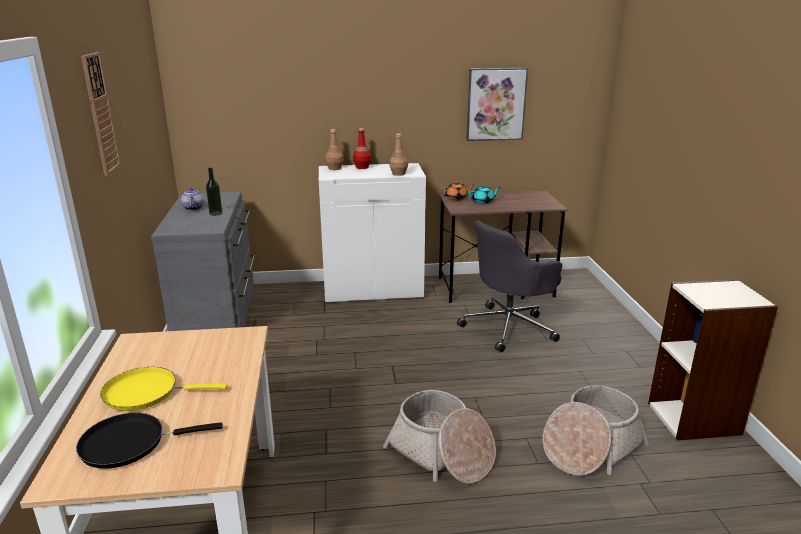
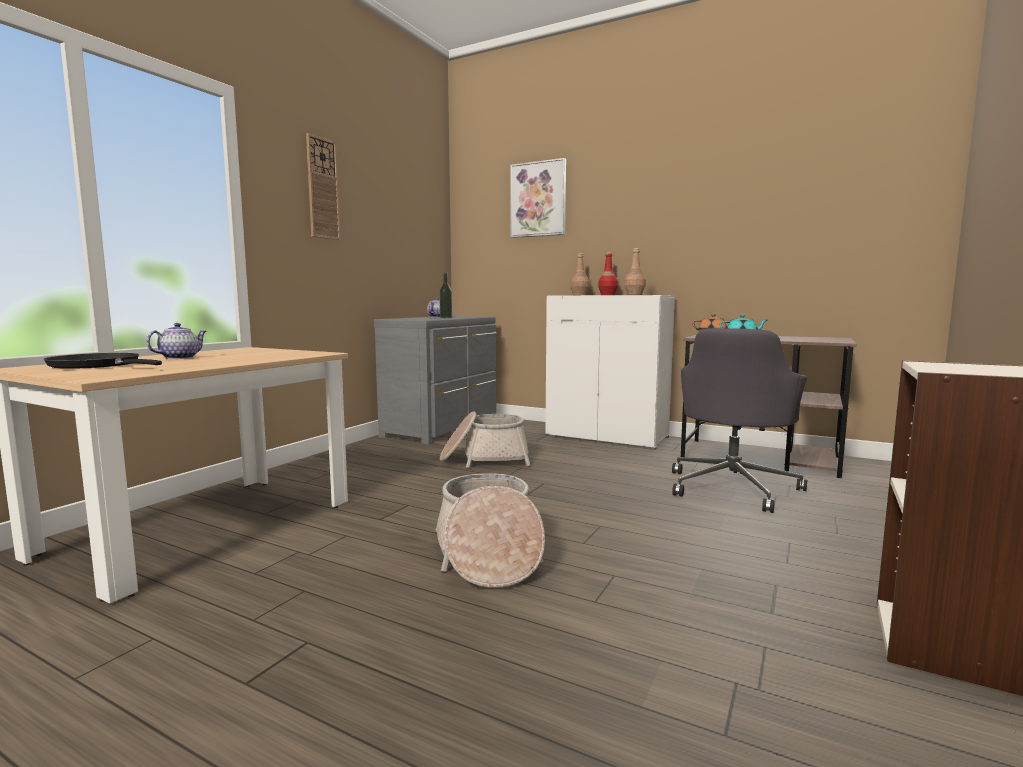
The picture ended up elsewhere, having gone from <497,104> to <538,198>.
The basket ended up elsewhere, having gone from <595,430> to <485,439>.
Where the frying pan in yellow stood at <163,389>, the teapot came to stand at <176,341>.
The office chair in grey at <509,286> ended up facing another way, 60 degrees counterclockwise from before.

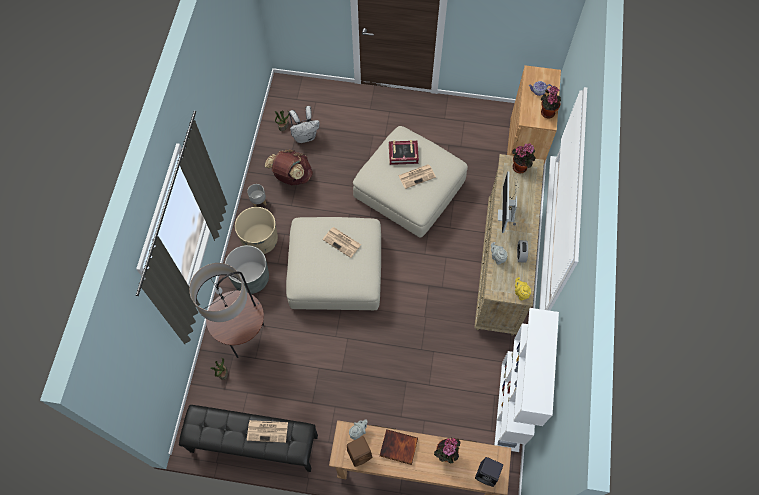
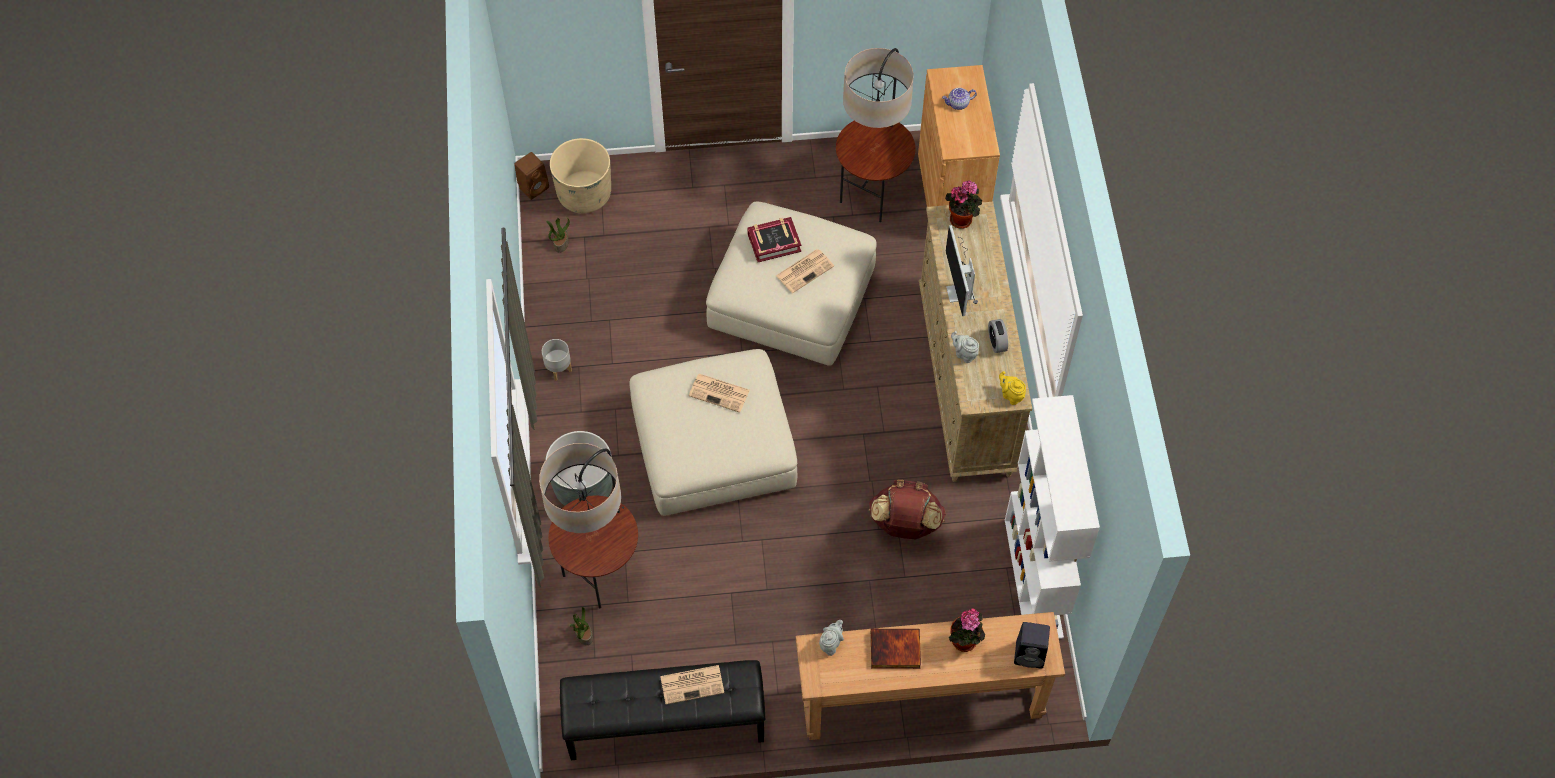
The second view lost the backpack in white at <304,124>.
The second view lost the potted plant at <551,102>.
The second view gained the floor lamp at <876,135>.
The planter in beige ended up elsewhere, having gone from <256,230> to <580,175>.
The backpack in brown ended up elsewhere, having gone from <289,167> to <907,509>.
The speaker in brown ended up elsewhere, having gone from <359,451> to <531,176>.

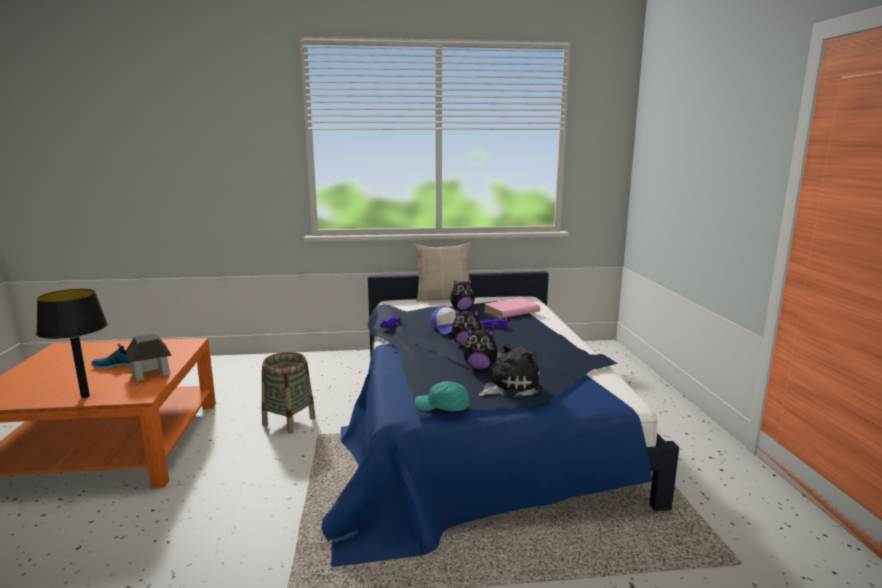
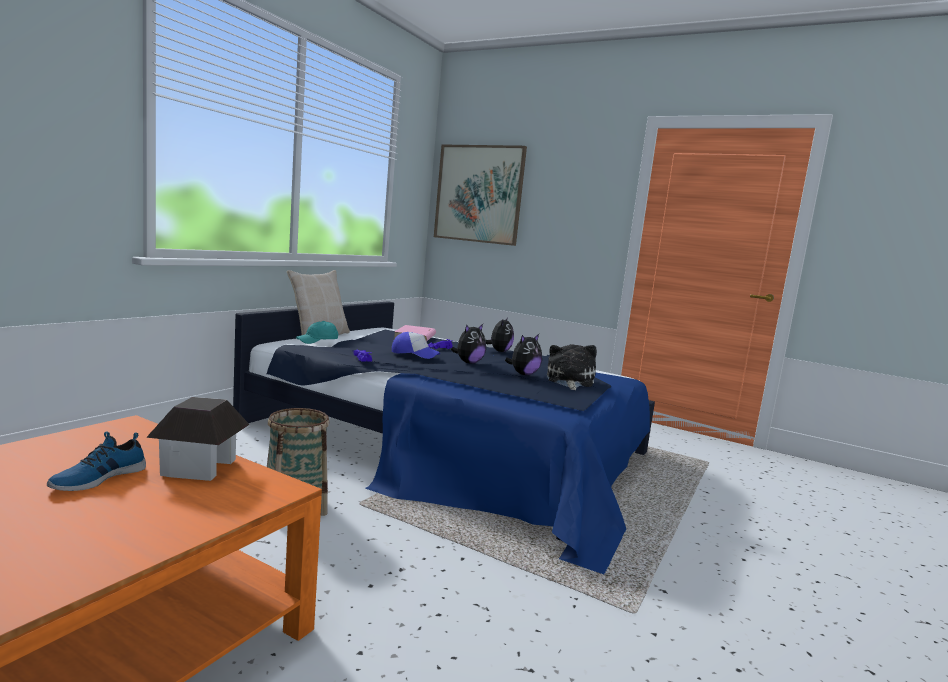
The second view lost the table lamp in black at <72,343>.
The second view gained the picture at <480,195>.
The cap in turquoise ended up elsewhere, having gone from <442,396> to <317,332>.
The plush toy ended up elsewhere, having gone from <462,294> to <499,334>.

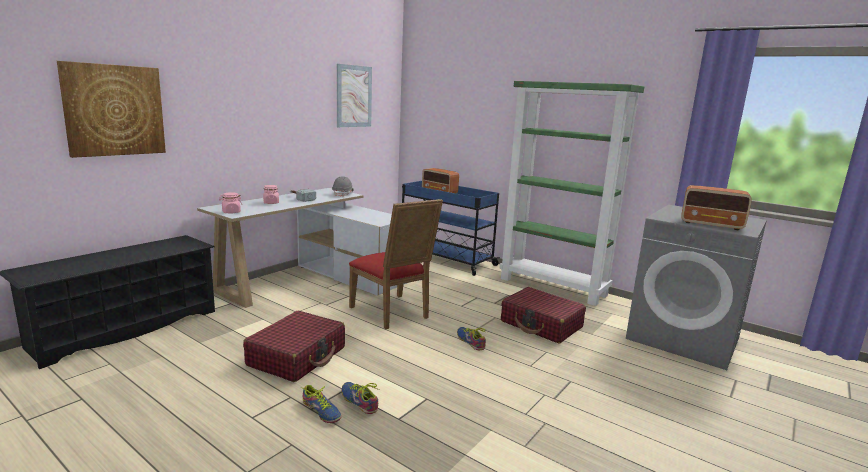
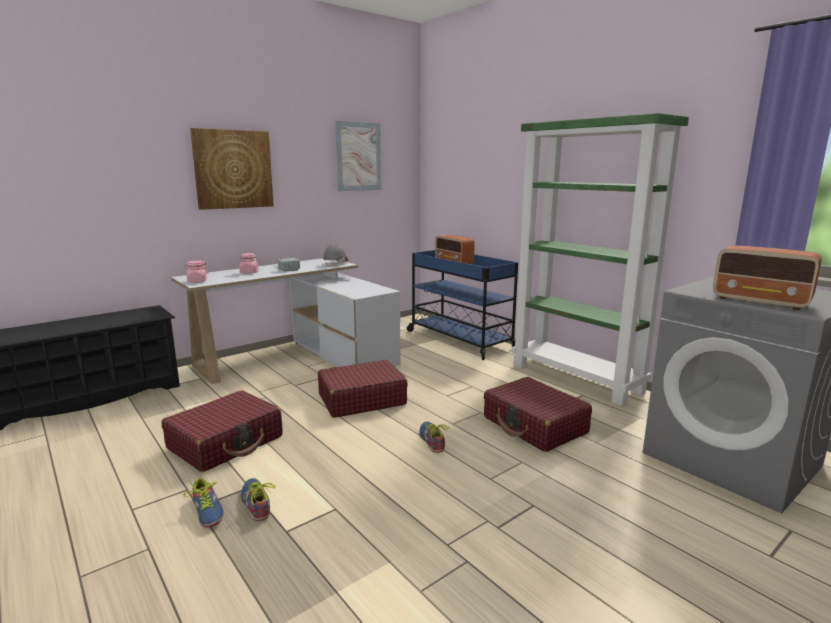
The picture ended up elsewhere, having gone from <111,109> to <232,169>.
Where the chair in red stood at <396,264>, the suitcase in red came to stand at <363,389>.

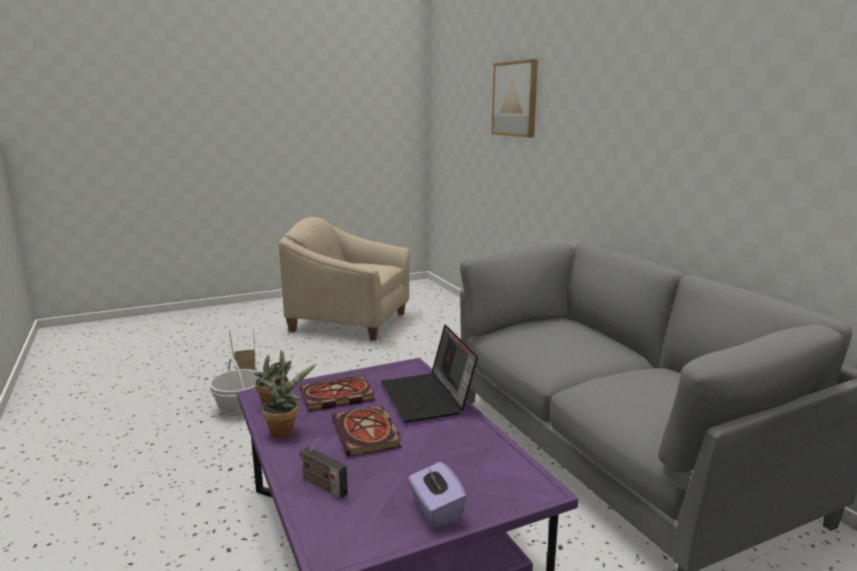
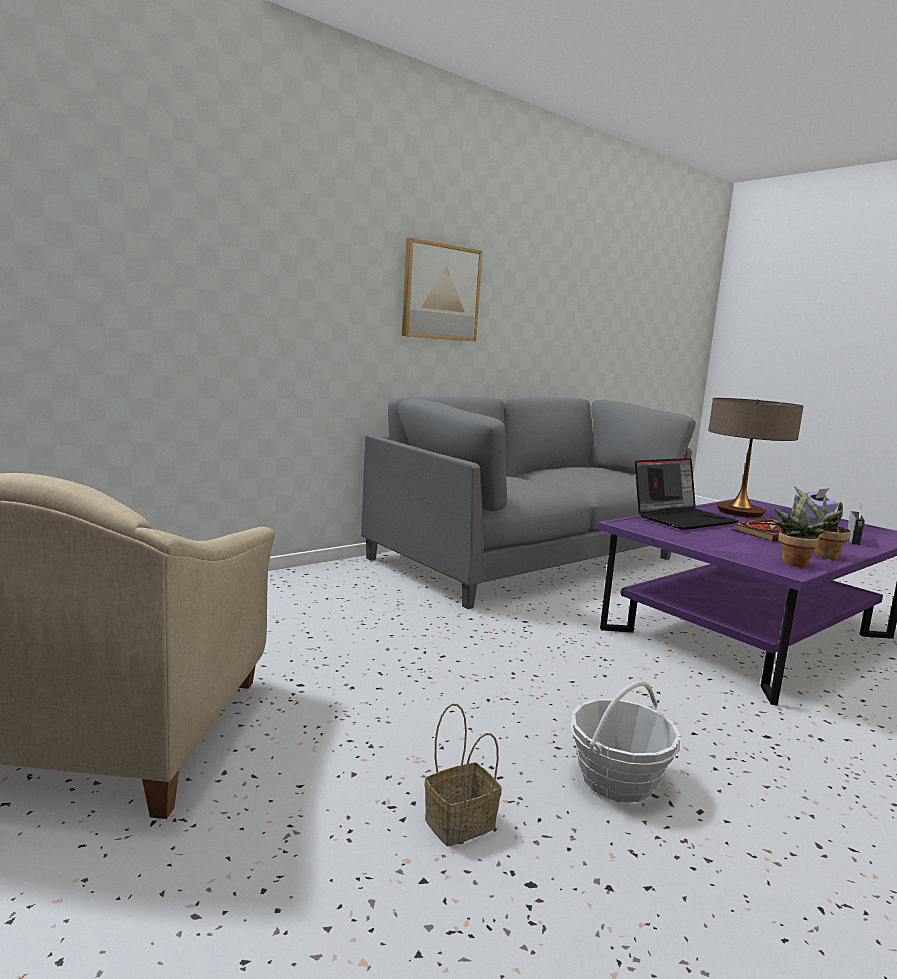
The second view lost the book at <337,393>.
The second view gained the table lamp at <756,458>.
The picture ended up elsewhere, having gone from <515,98> to <442,289>.

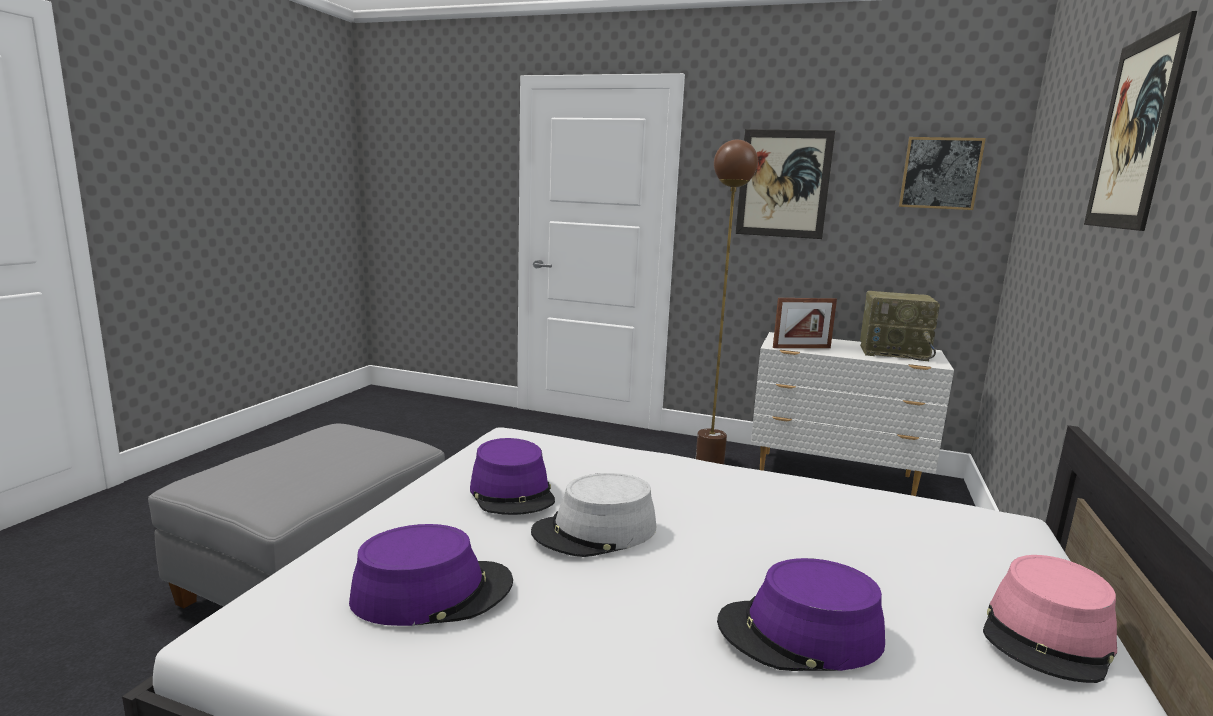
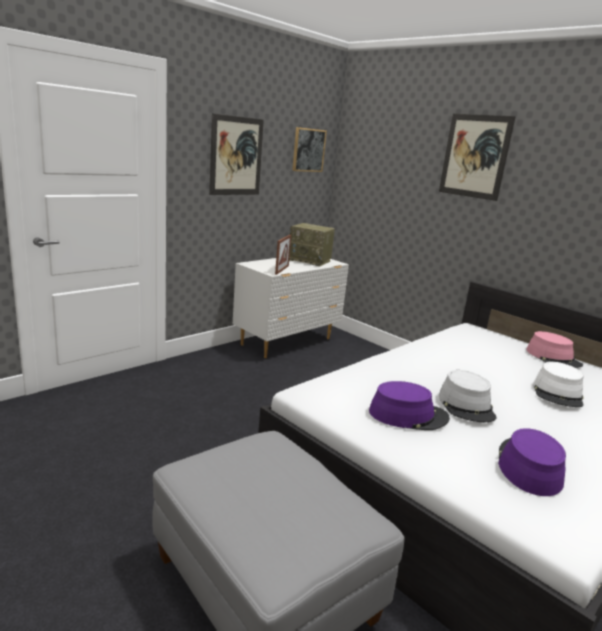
The second view lost the floor lamp in brown at <727,302>.
What was the hat in purple at <801,614> turned into the hat in white at <558,384>.
The radio at <900,326> ended up facing another way, 75 degrees clockwise from before.

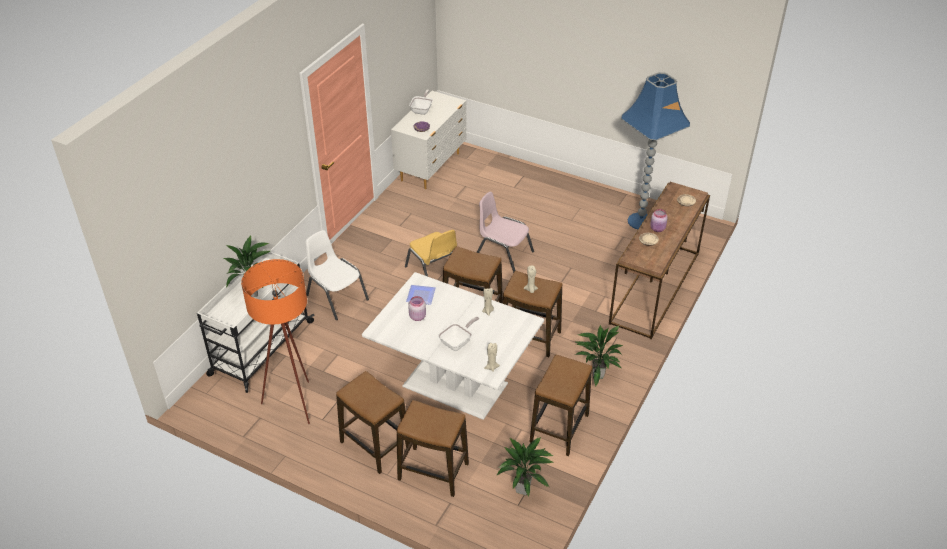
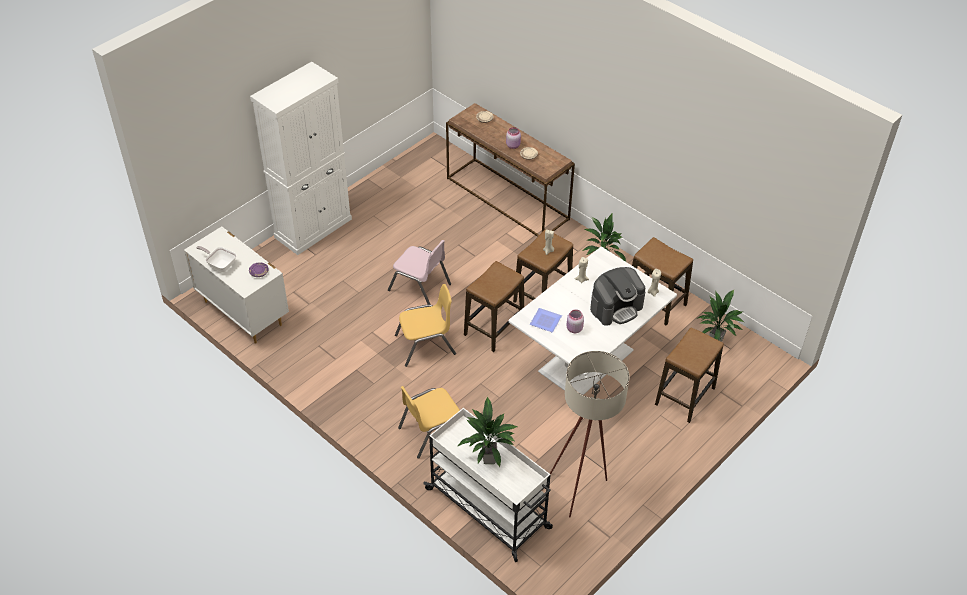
The second view lost the stool at <373,422>.
The second view lost the floor lamp in blue at <655,150>.
The second view gained the cabinet in white at <301,158>.
Where the frying pan stood at <458,334>, the coffee machine came to stand at <617,296>.
What was the floor lamp in orange at <275,341> turned into the floor lamp in beige at <590,434>.
What was the chair in white at <337,275> turned into the chair in yellow at <429,422>.
The chair in pink at <505,232> ended up facing another way, 105 degrees counterclockwise from before.

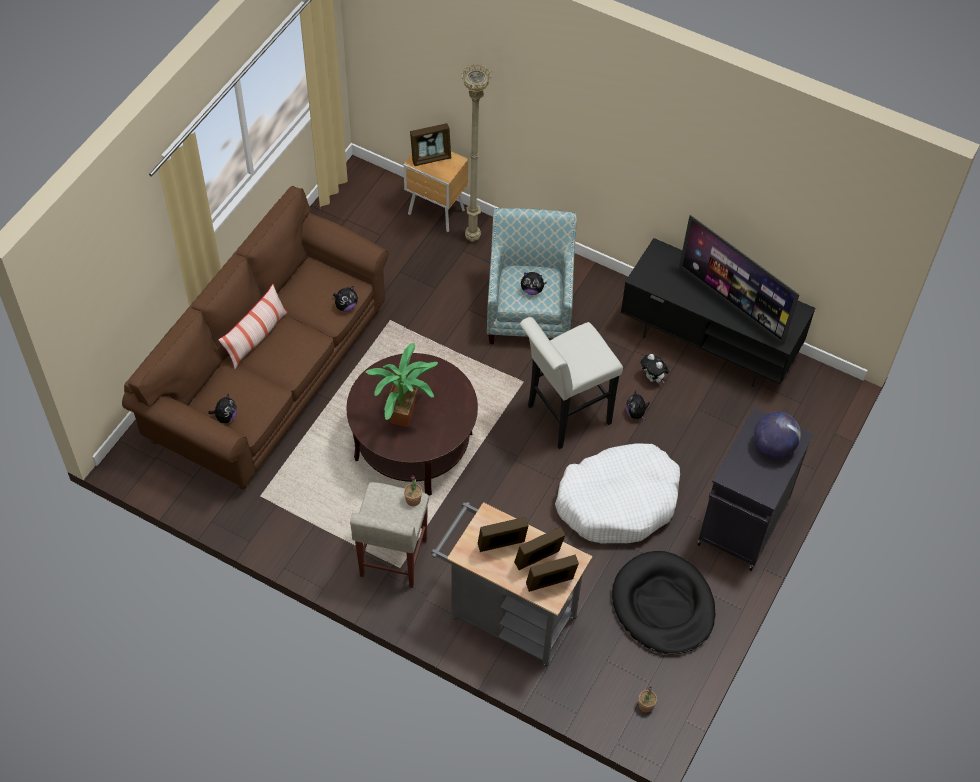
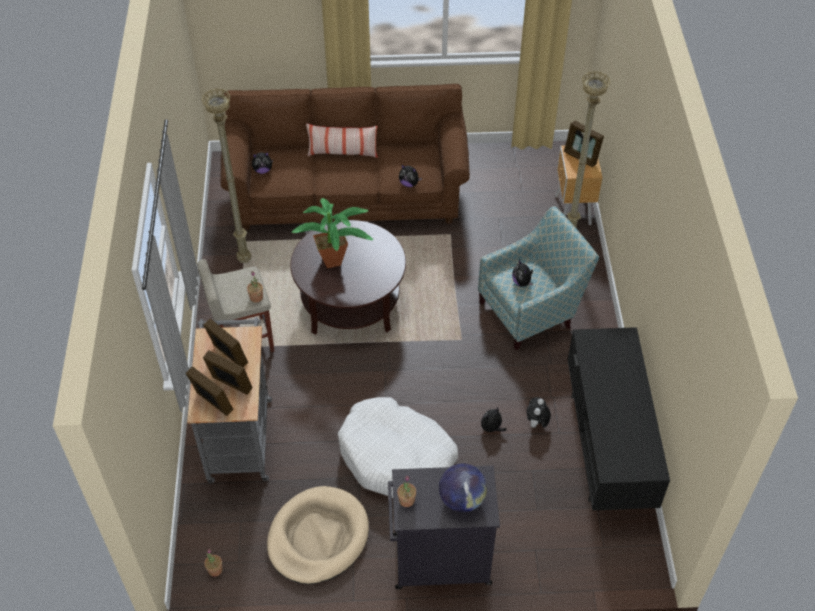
The second view lost the stool in white at <571,383>.
The second view lost the television at <739,280>.
The second view gained the floor lamp in beige at <226,176>.
The second view gained the potted plant at <406,491>.
What was the dog bed in black at <663,602> turned into the dog bed in beige at <318,535>.

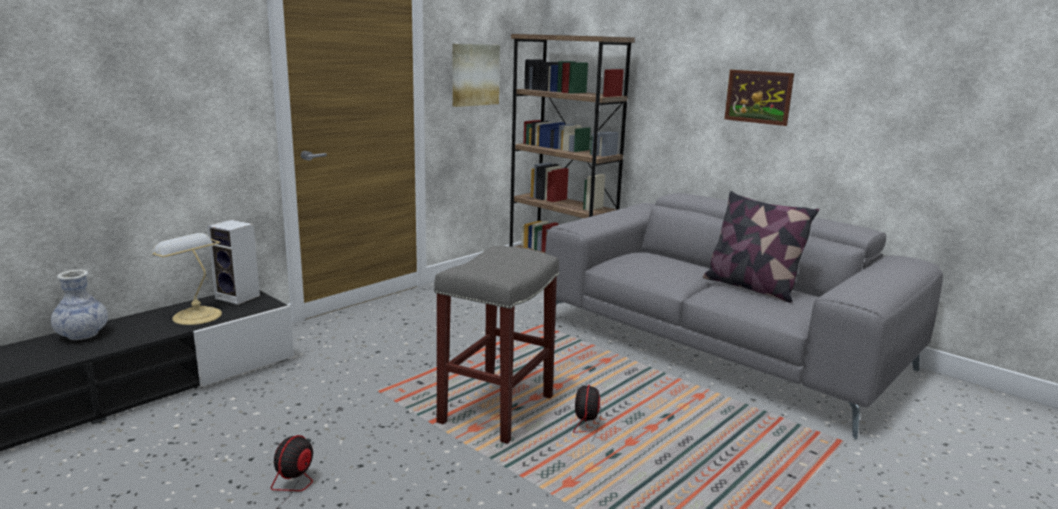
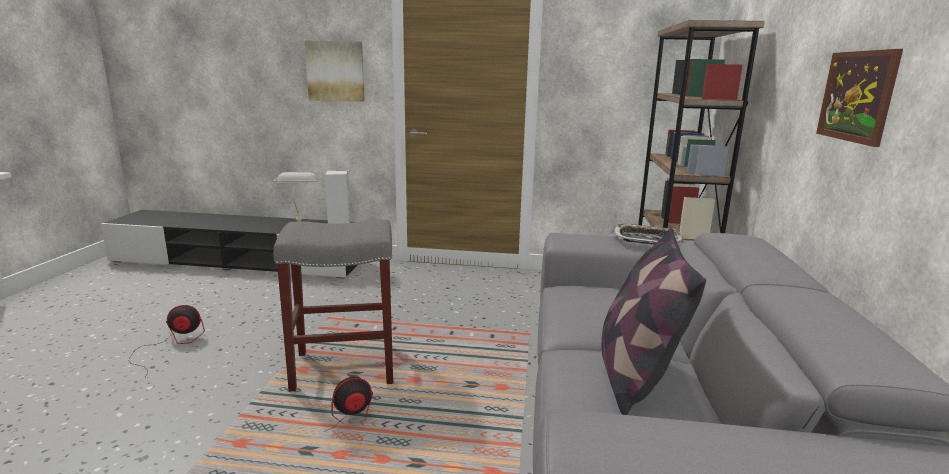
The second view lost the vase at <79,305>.
The second view gained the tray at <647,234>.
The picture ended up elsewhere, having gone from <476,75> to <335,71>.

